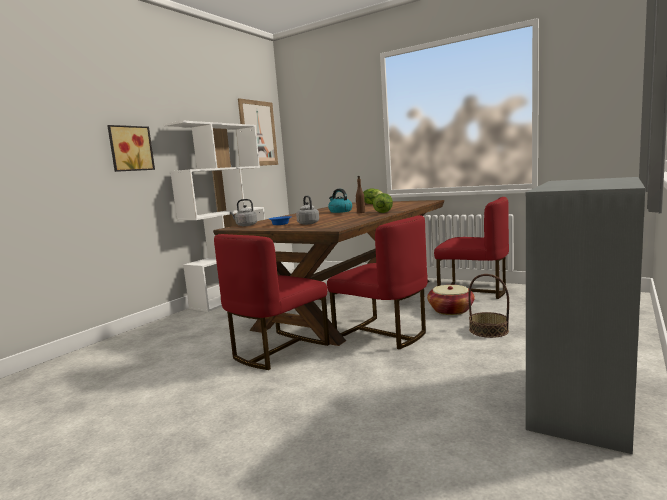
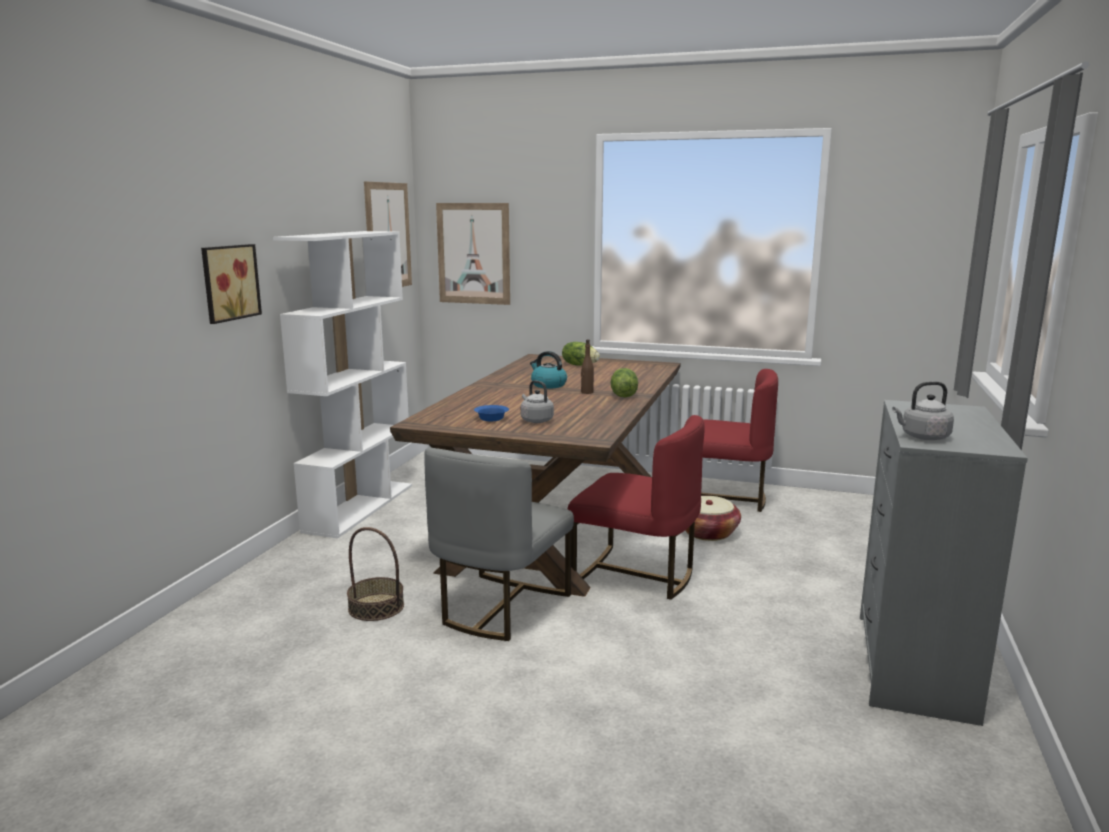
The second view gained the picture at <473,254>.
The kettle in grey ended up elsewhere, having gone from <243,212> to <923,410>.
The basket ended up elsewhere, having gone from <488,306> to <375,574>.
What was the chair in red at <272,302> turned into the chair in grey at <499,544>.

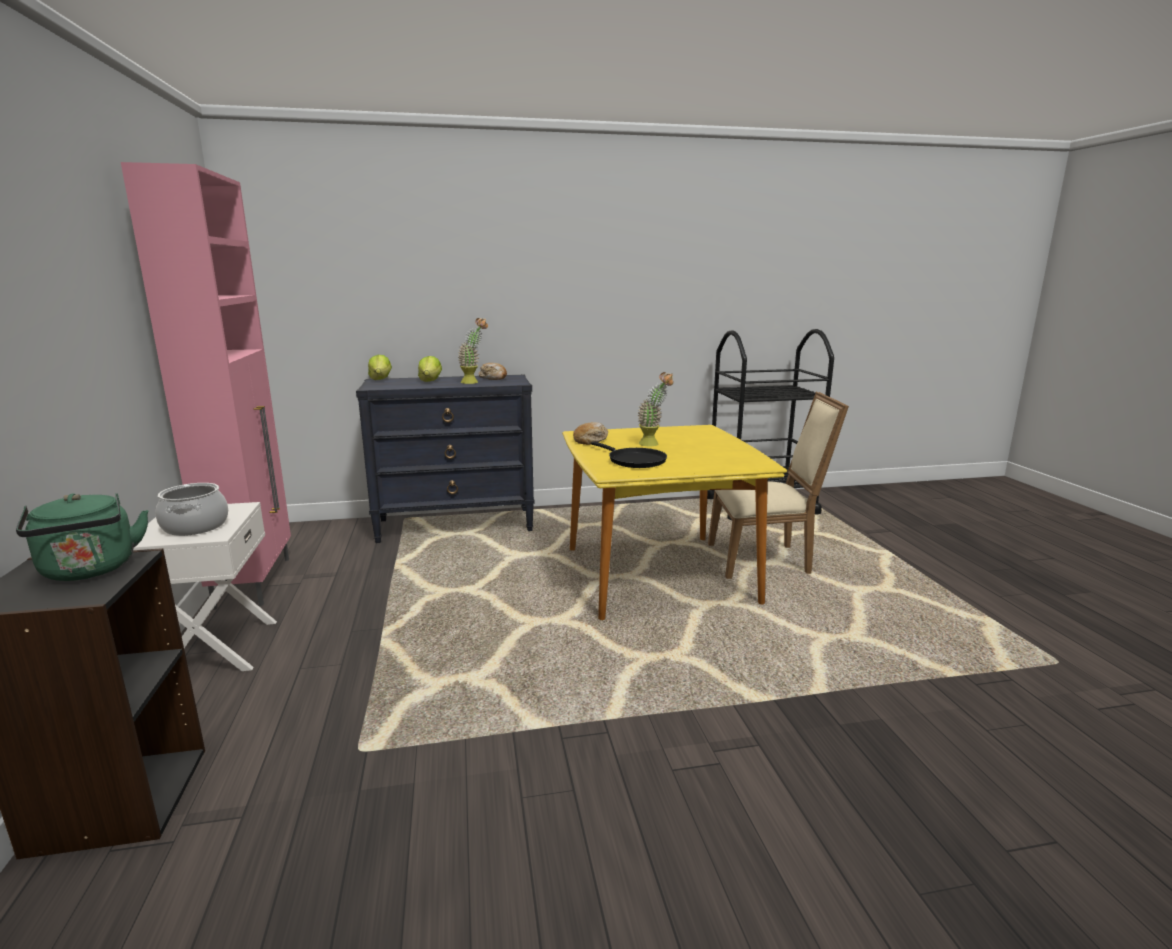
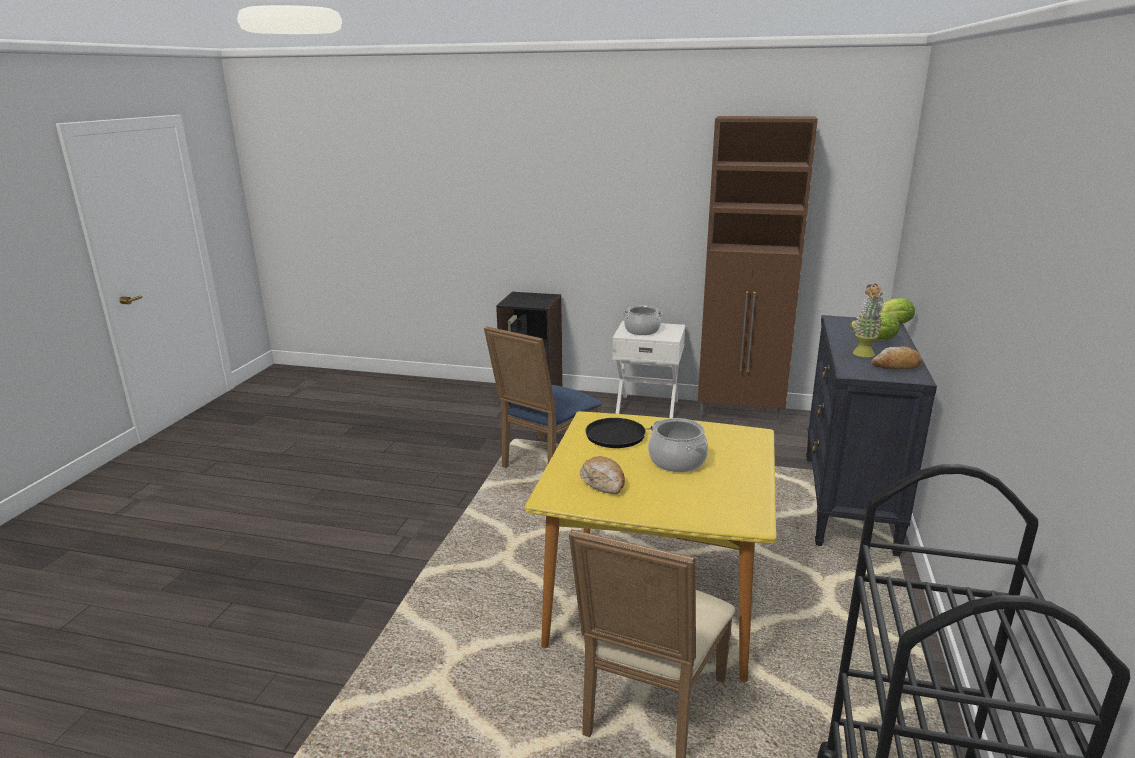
The second view lost the kettle in green at <82,537>.
The second view gained the chair in blue at <543,397>.
The bread ended up elsewhere, having gone from <590,433> to <602,475>.
Where the potted plant stood at <655,409>, the cooking pot came to stand at <678,445>.
What was the cabinet in pink at <206,386> turned into the cabinet in brown at <758,271>.

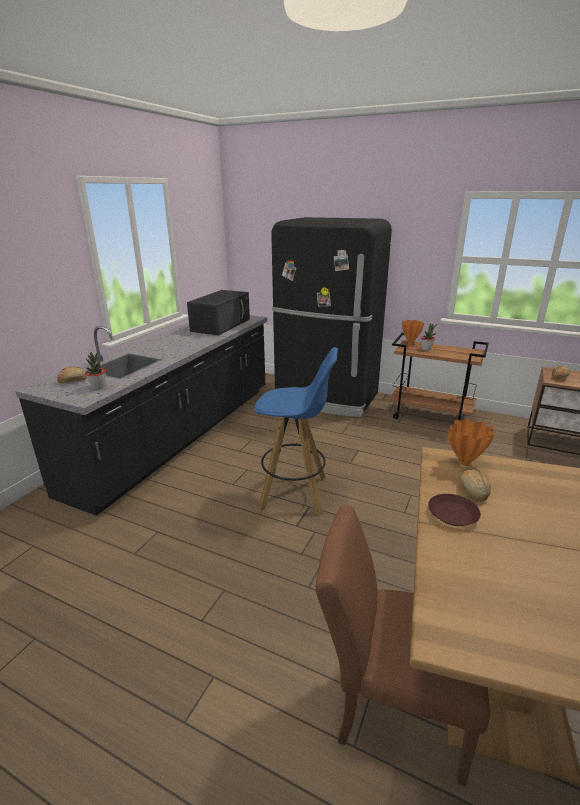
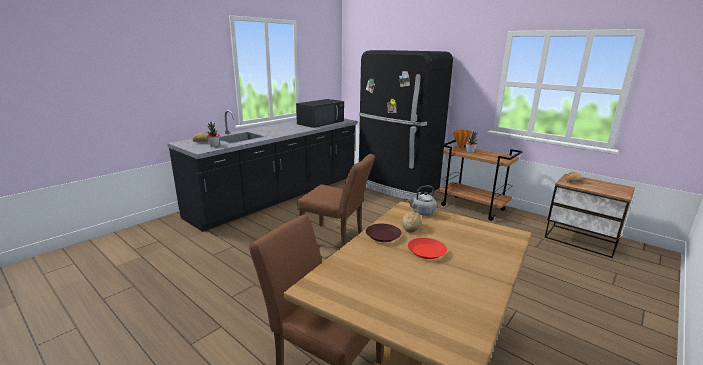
The second view gained the plate in red at <427,248>.
Where the stool in blue stood at <296,431>, the chair in brown came to stand at <336,200>.
Where the vase in orange stood at <471,442>, the kettle in grey came to stand at <422,200>.

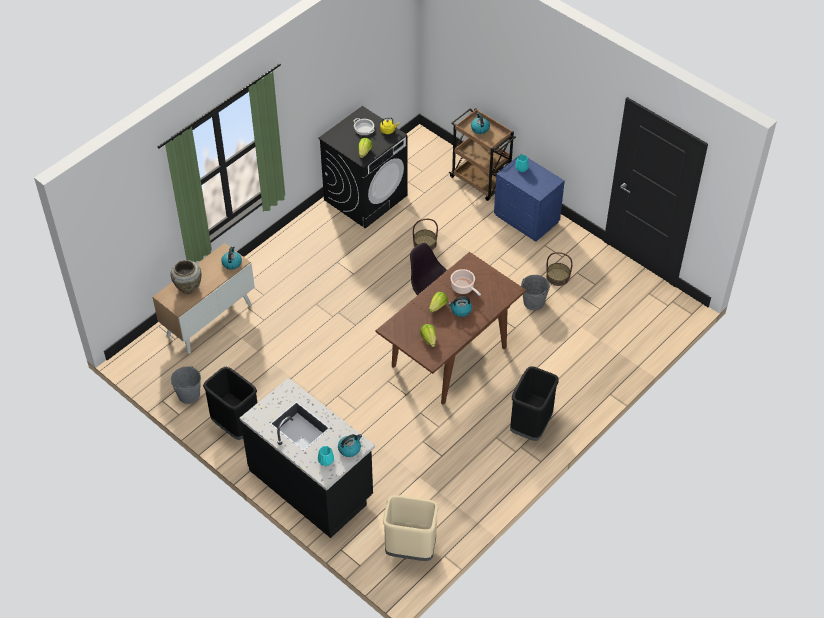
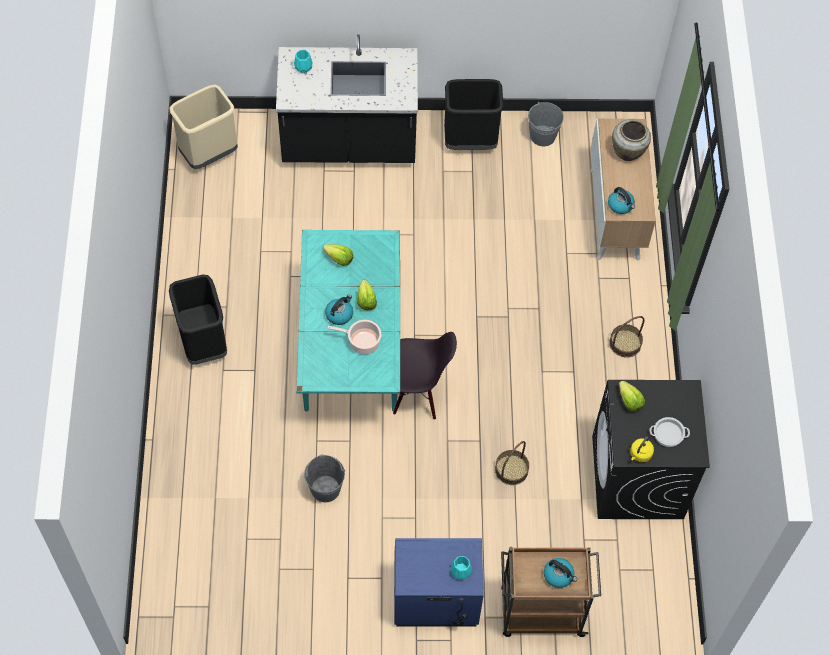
The second view lost the kettle at <350,445>.
The basket ended up elsewhere, having gone from <559,269> to <627,337>.
What was the dining table in brown at <451,328> turned into the dining table in turquoise at <348,321>.

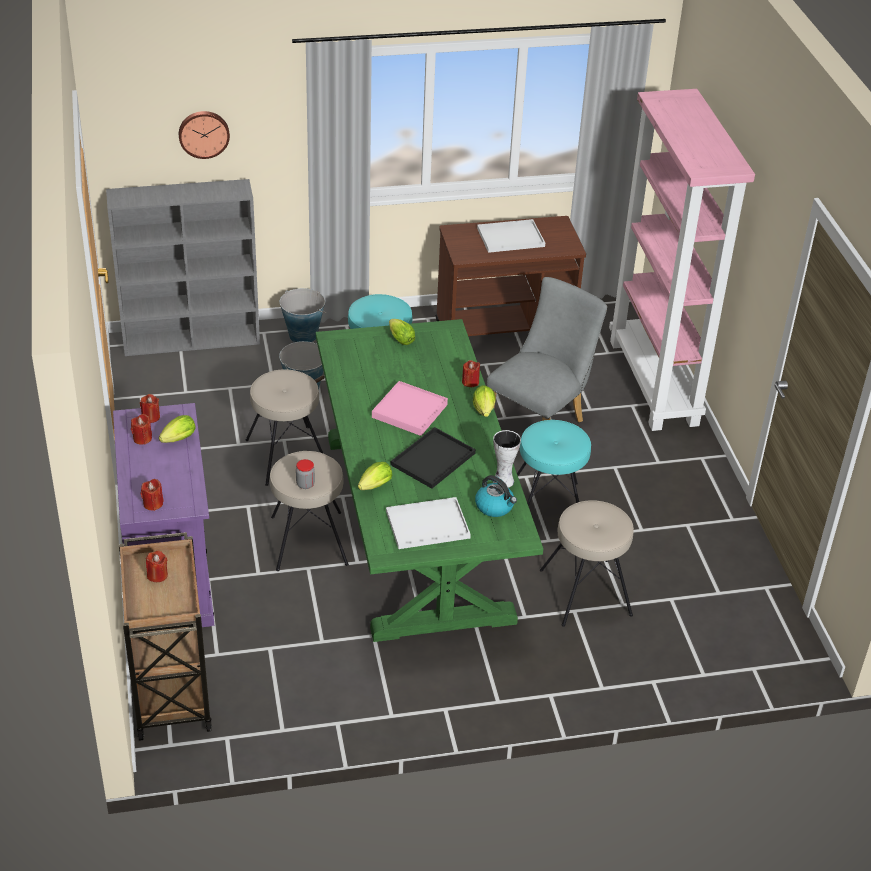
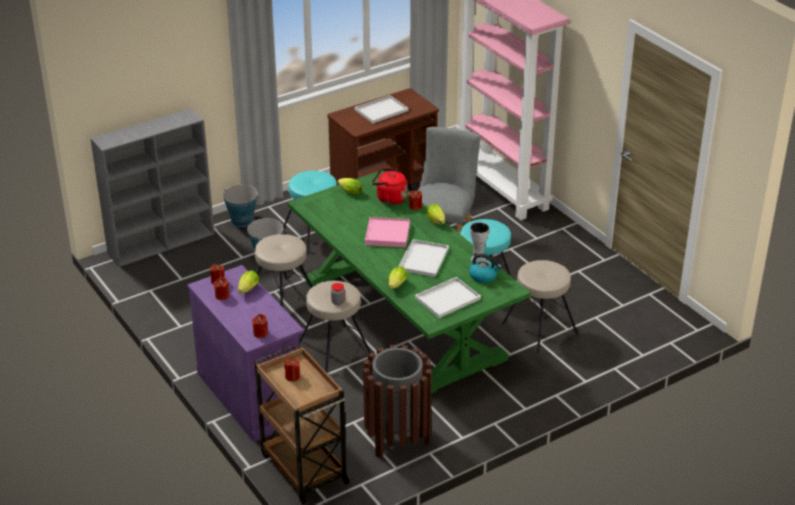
The second view lost the wall clock at <204,135>.
The second view gained the trash can in brown at <397,402>.
The second view gained the kettle in red at <389,186>.
What was the tray in black at <433,458> turned into the tray in white at <423,258>.

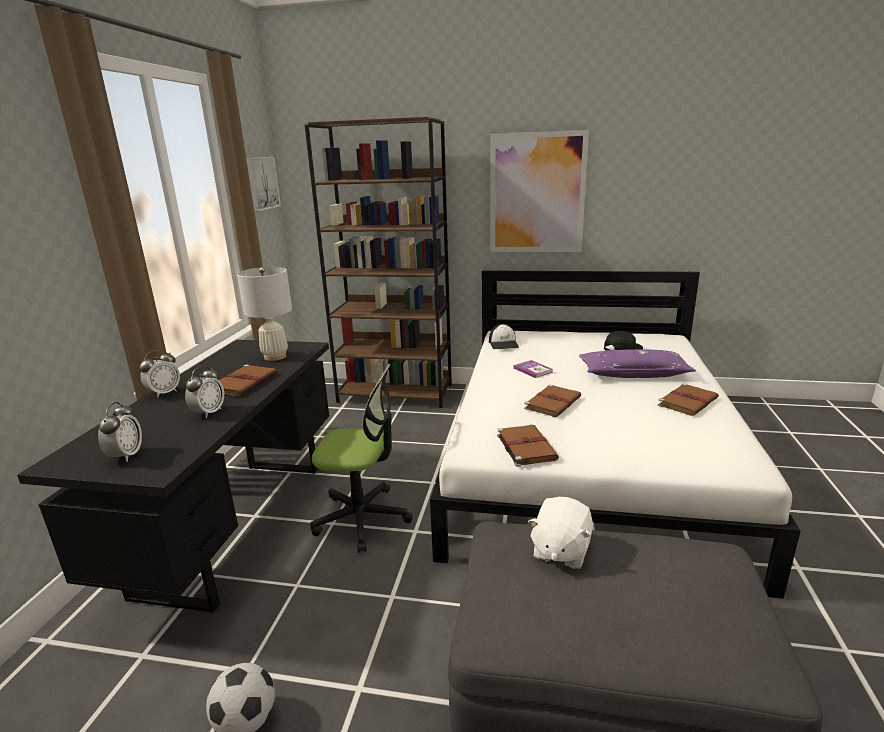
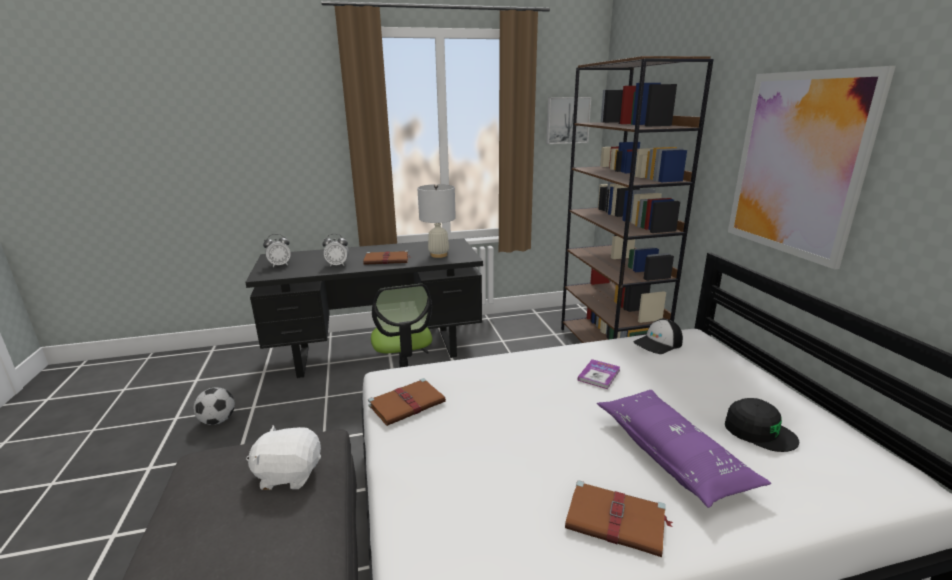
The second view lost the alarm clock at <159,374>.
The second view lost the book in brown at <552,400>.

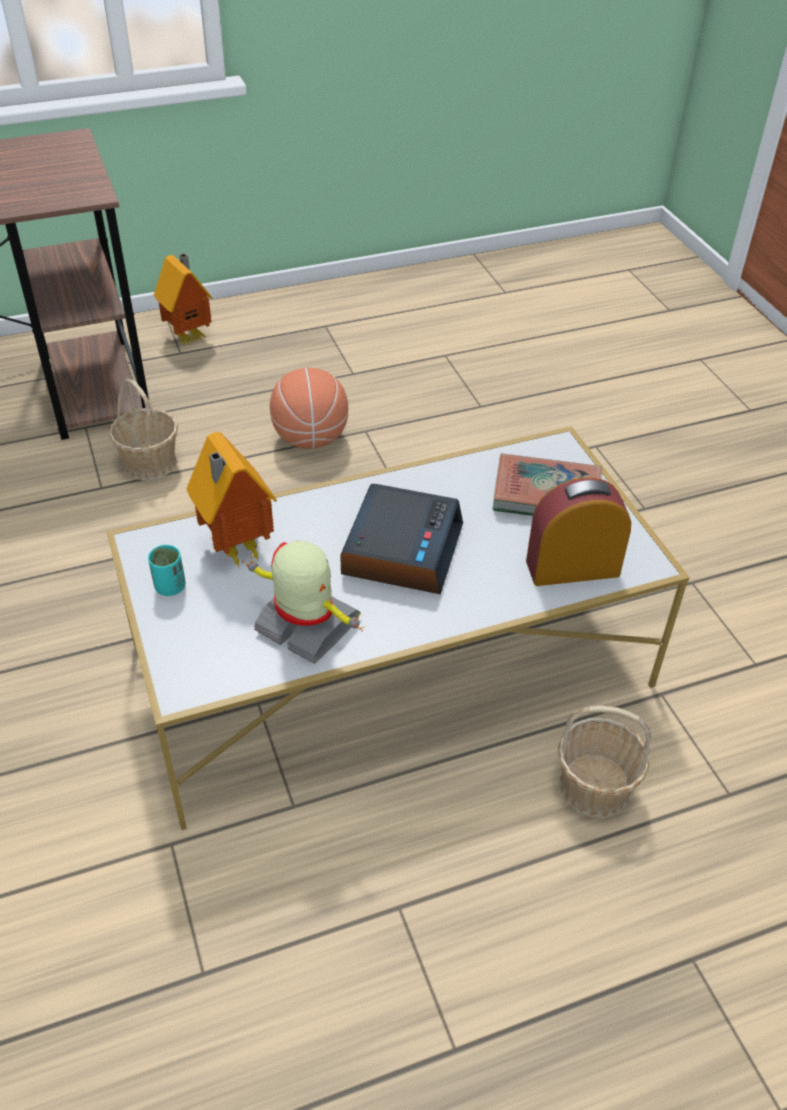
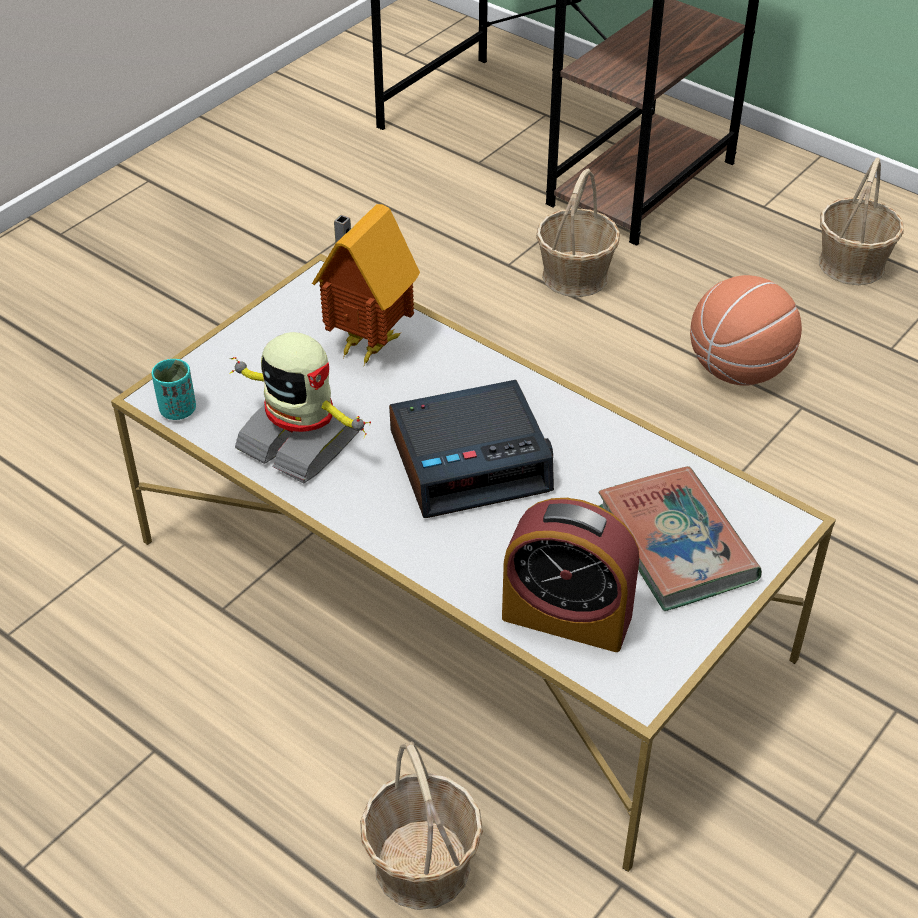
The second view lost the toy house at <183,299>.
The second view gained the basket at <861,221>.
The cup in turquoise ended up elsewhere, having gone from <167,570> to <174,389>.
The toy robot at <303,602> ended up facing another way, 120 degrees clockwise from before.
The alarm clock at <578,531> ended up facing another way, 150 degrees clockwise from before.

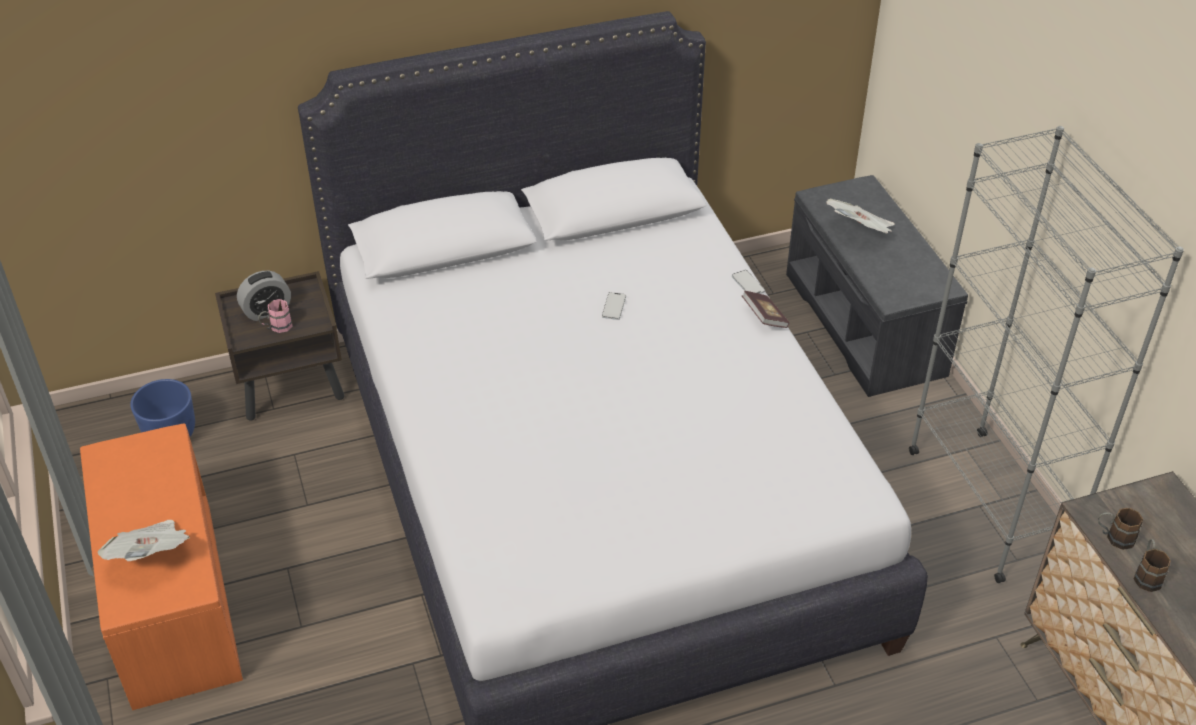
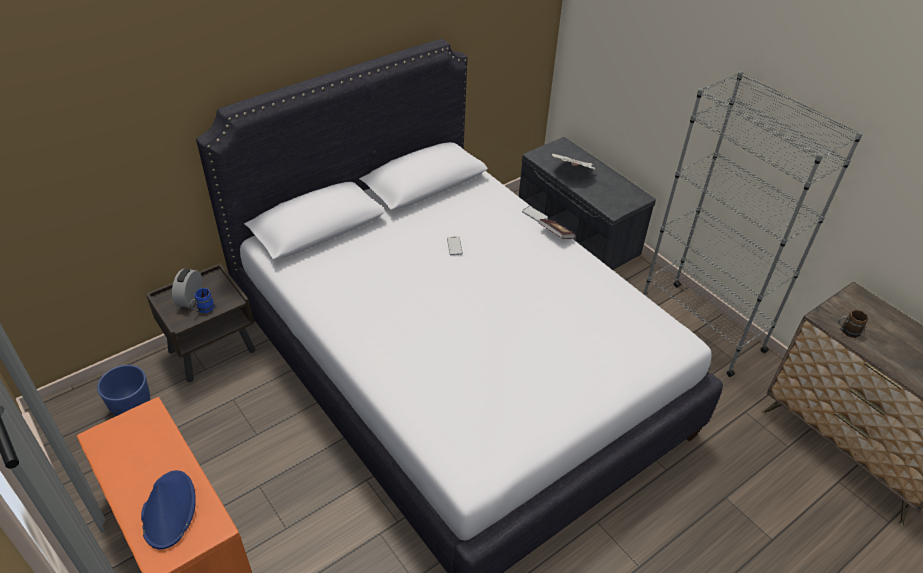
The second view lost the mug in brown at <1152,565>.
Where the newspaper stood at <144,540>, the hat in blue came to stand at <168,509>.
What was the mug in pink at <275,316> turned into the mug in blue at <202,300>.
The alarm clock at <264,296> ended up facing another way, 150 degrees clockwise from before.

